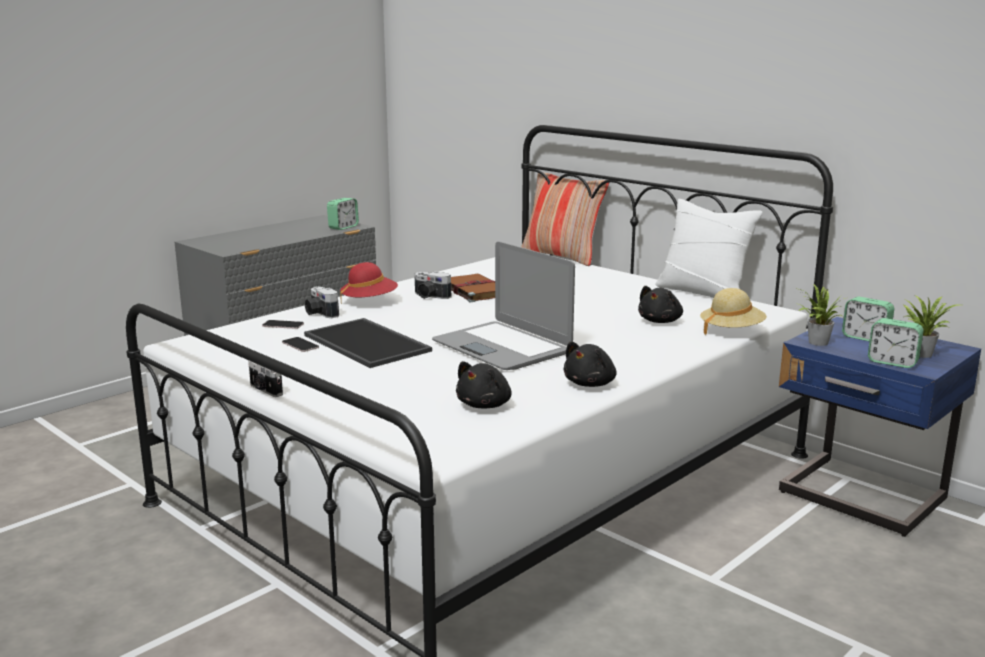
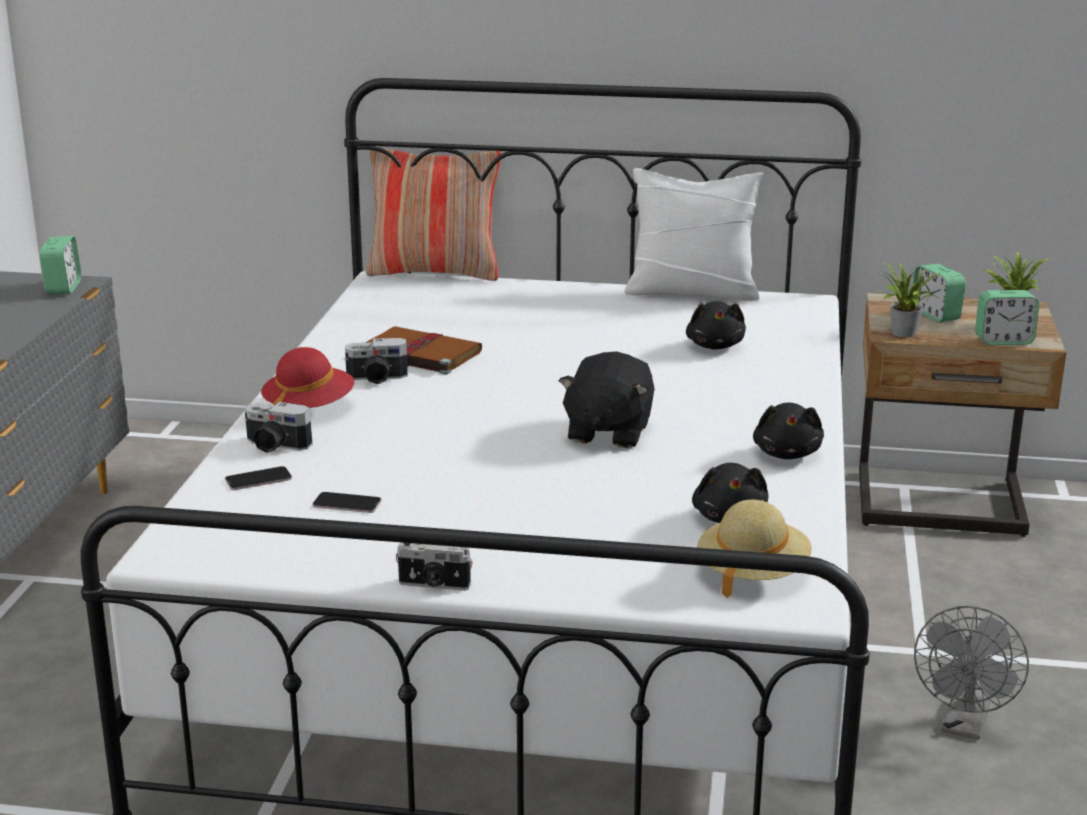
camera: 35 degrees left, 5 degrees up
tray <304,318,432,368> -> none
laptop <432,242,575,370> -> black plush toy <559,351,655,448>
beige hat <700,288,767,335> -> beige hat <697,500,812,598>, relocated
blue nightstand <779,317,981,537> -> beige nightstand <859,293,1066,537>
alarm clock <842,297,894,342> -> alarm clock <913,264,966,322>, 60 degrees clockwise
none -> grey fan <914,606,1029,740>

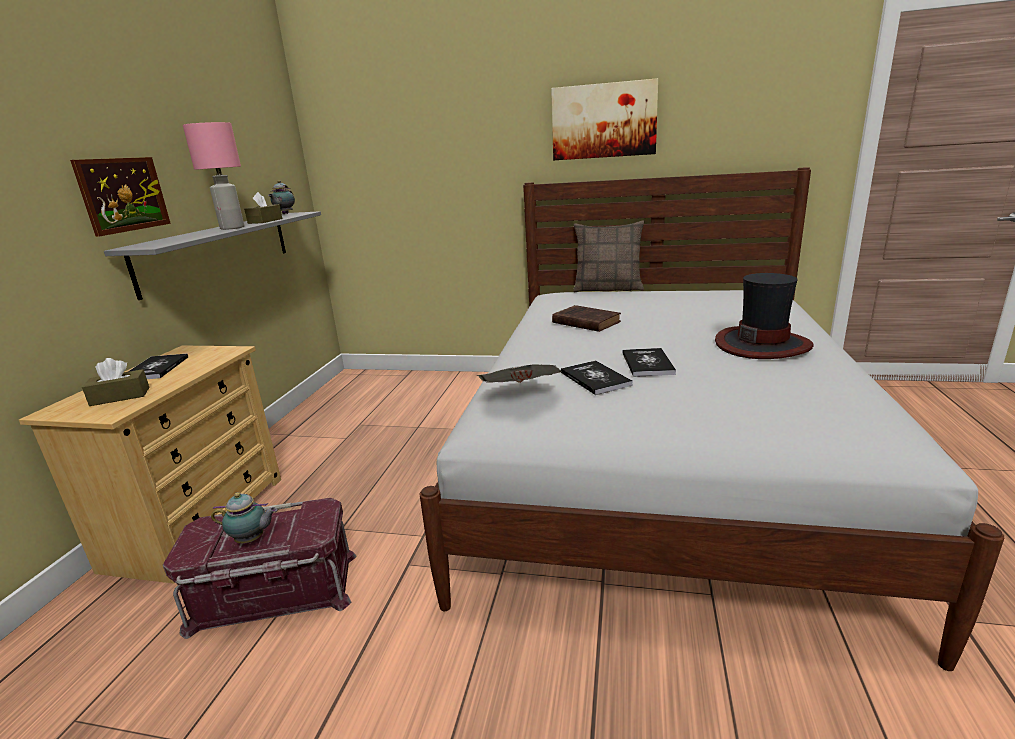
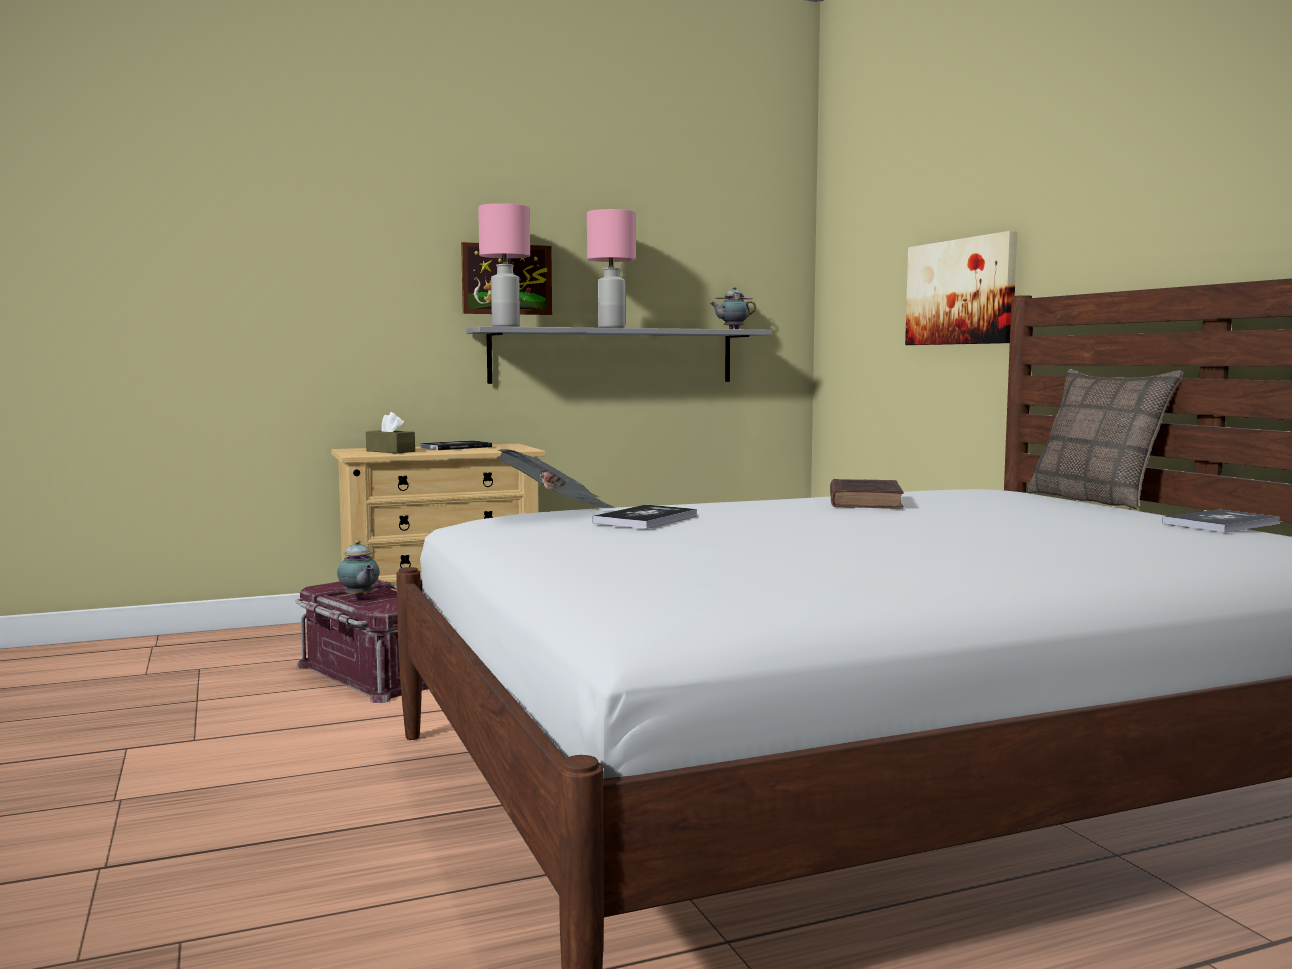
camera: 55 degrees right, 15 degrees down
brown tissue box <244,192,282,224> -> none
picture <551,78,658,160> -> picture <905,231,1017,345>, relocated
book <622,348,676,377> -> book <1162,509,1280,533>, relocated
hat <715,273,814,359> -> none
none -> pink table lamp <478,203,530,327>

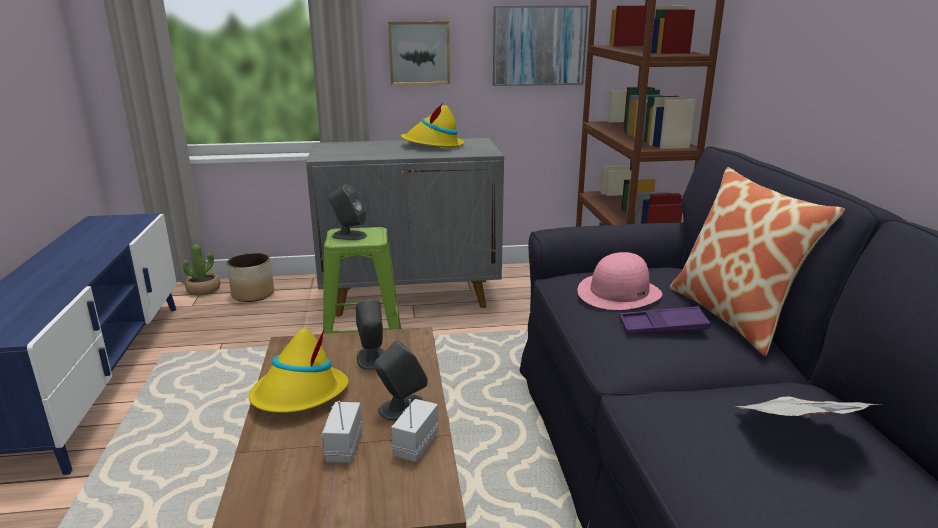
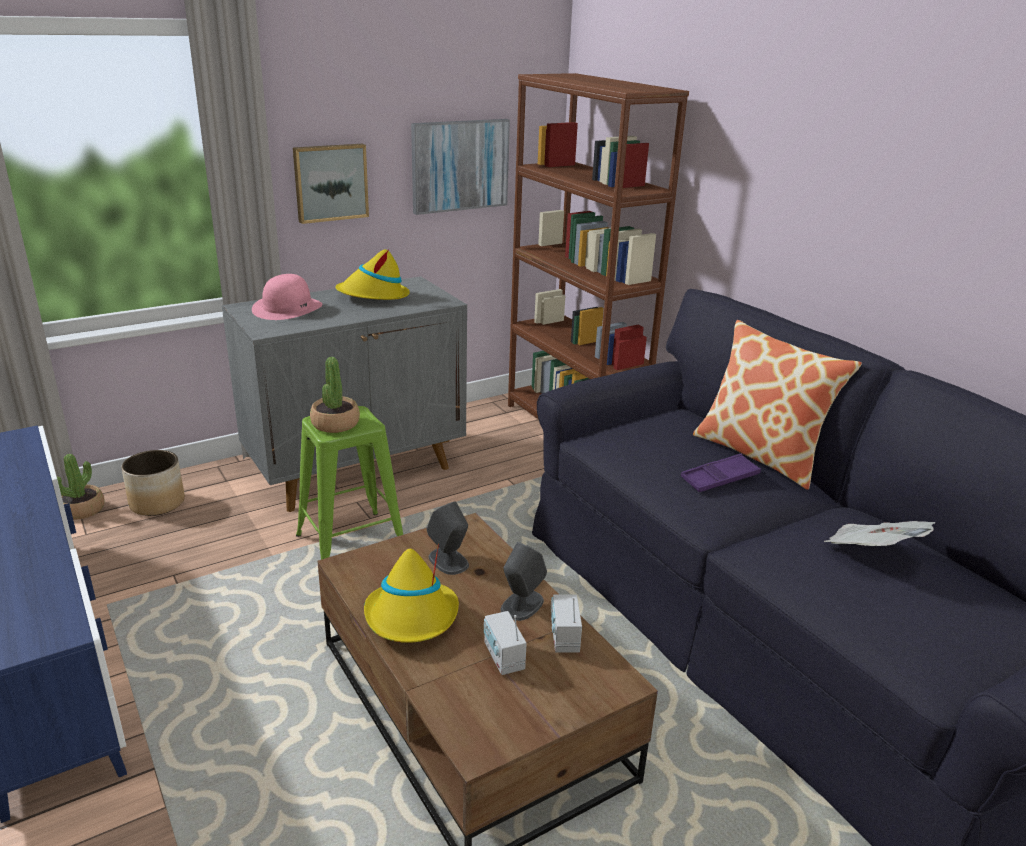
camera: 25 degrees left, 5 degrees up
grey speaker <329,185,367,240> -> potted plant <310,357,360,433>
pink hat <578,252,662,310> -> pink hat <252,274,323,320>, relocated

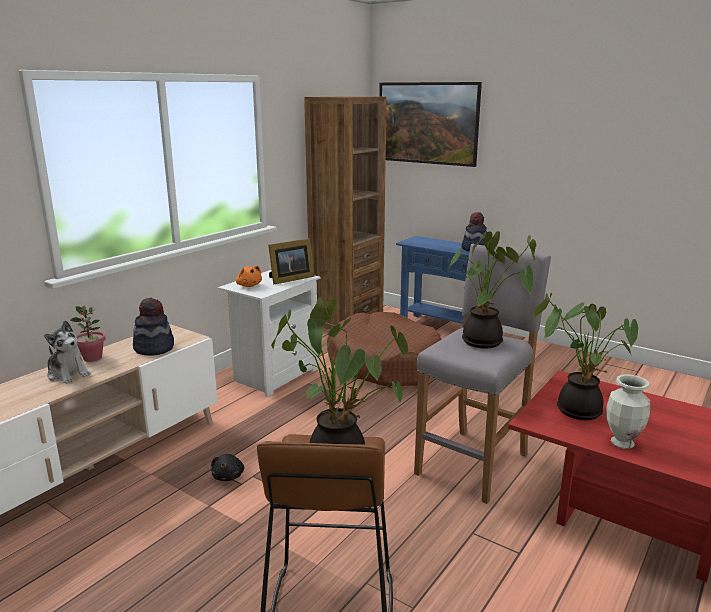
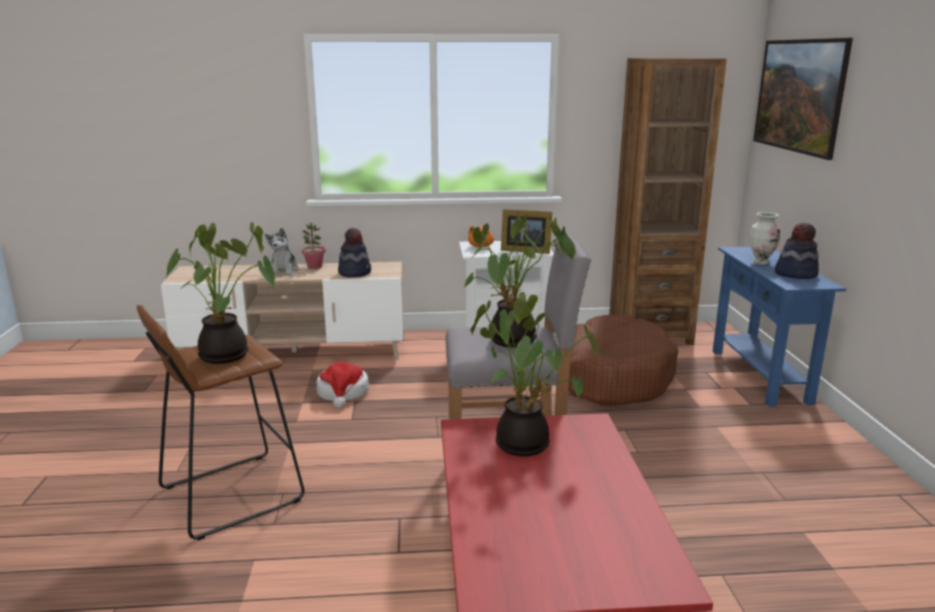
camera: 50 degrees right, 0 degrees up
black plush toy <211,454,244,481> -> hat <316,362,369,408>
vase <606,375,651,449> -> vase <750,212,780,265>, relocated

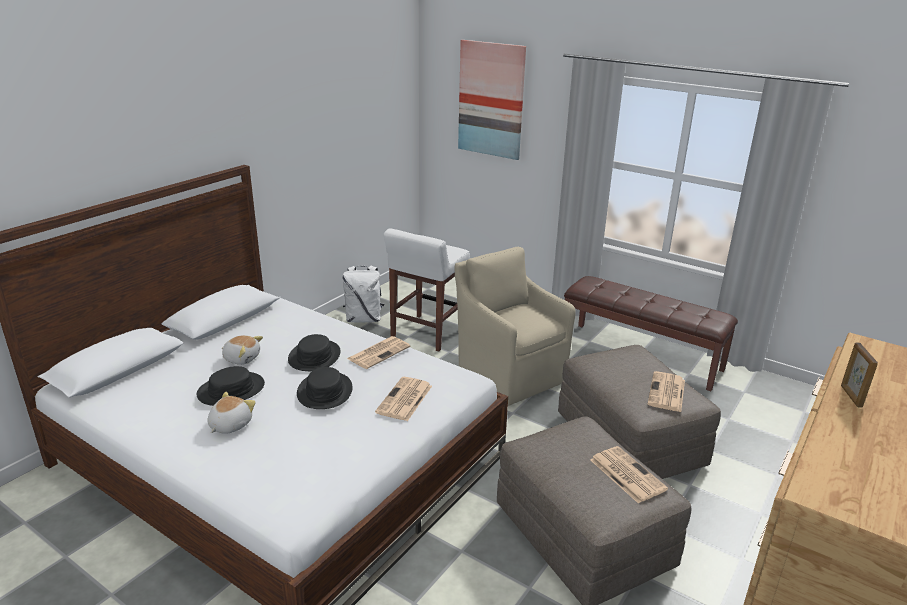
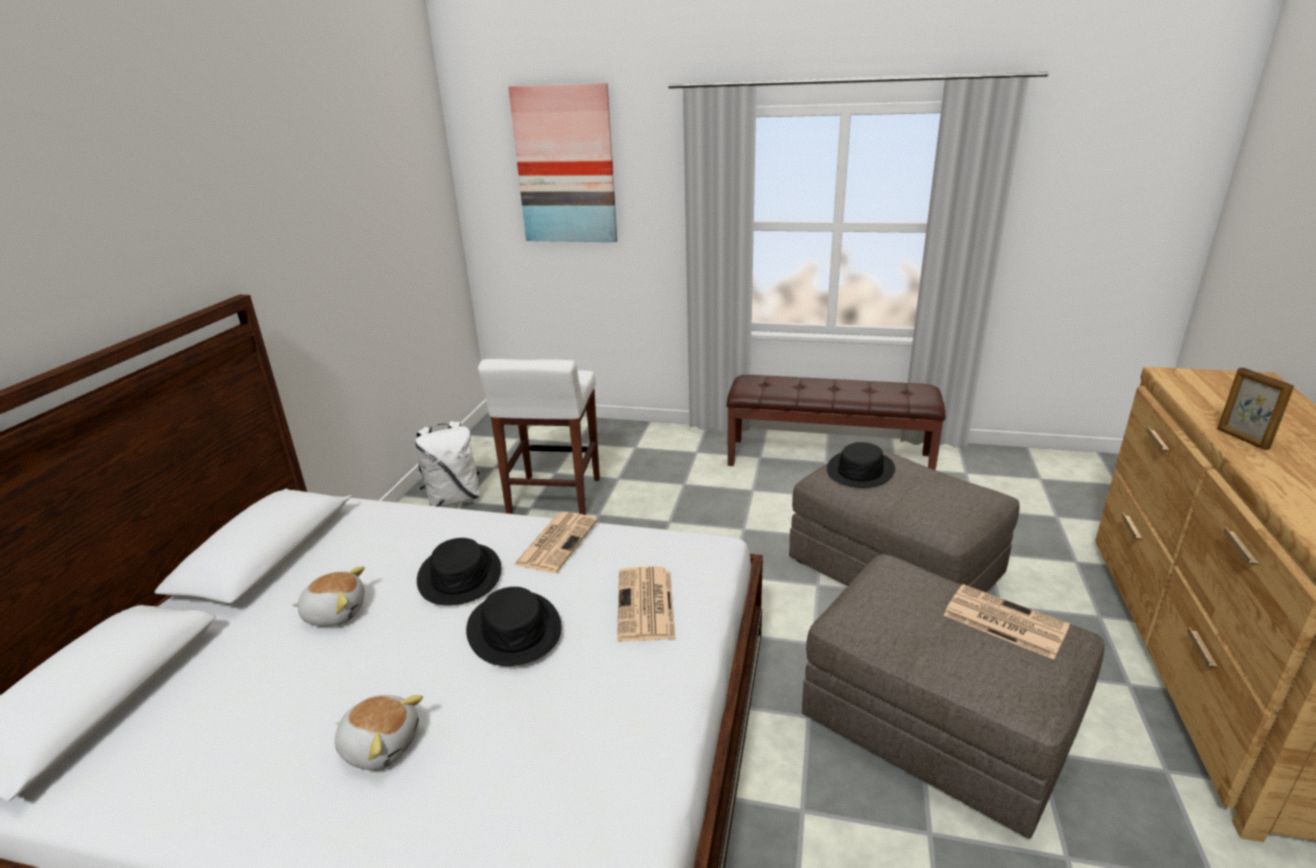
camera: 20 degrees left, 0 degrees up
black hat <197,366,265,406> -> black hat <827,442,895,488>, relocated
plush toy <208,392,256,434> -> plush toy <335,695,423,770>, 105 degrees clockwise
beige armchair <455,247,576,406> -> none
newspaper <648,371,685,412> -> none

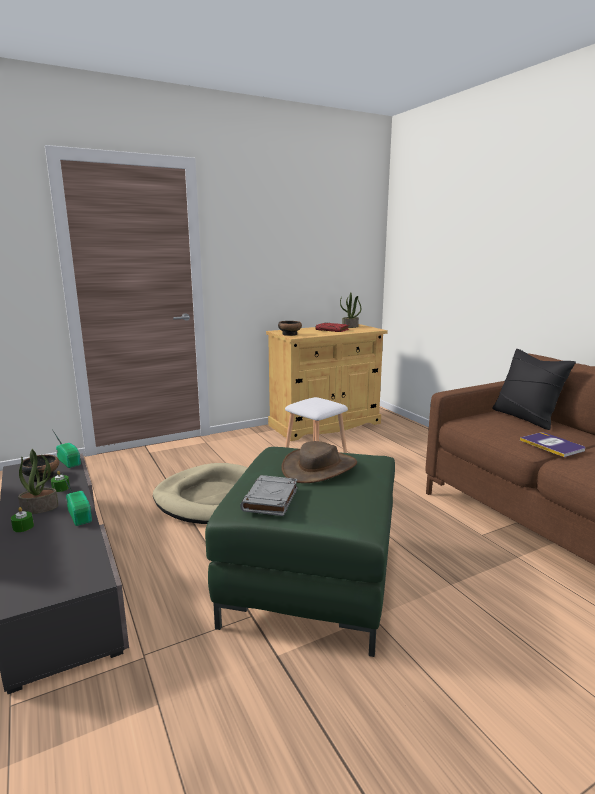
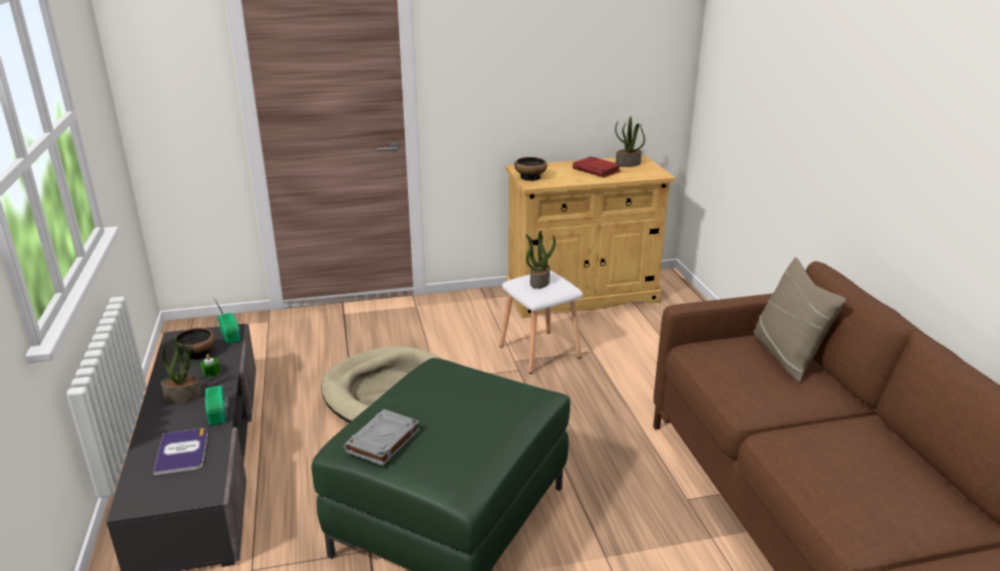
camera: 15 degrees right, 10 degrees up
green candle <11,507,34,532> -> none
brown hat <281,441,357,483> -> none
black pillow <492,349,576,430> -> beige pillow <754,257,846,383>
book <520,432,586,457> -> book <153,428,208,476>, relocated
none -> potted plant <526,231,556,289>

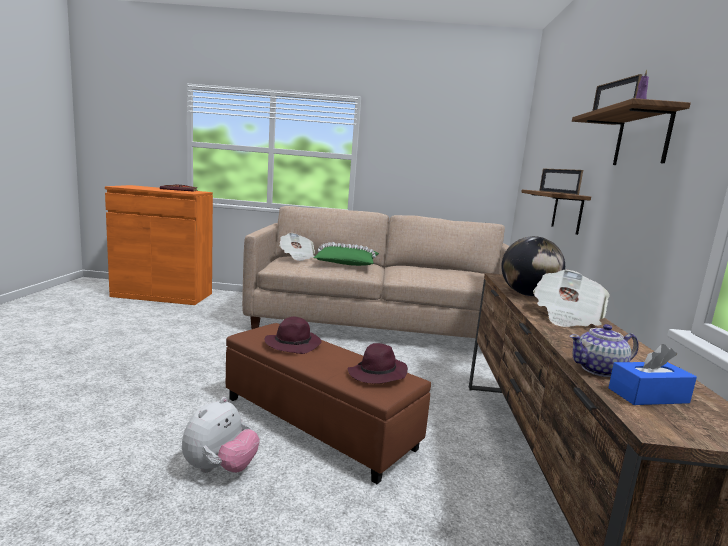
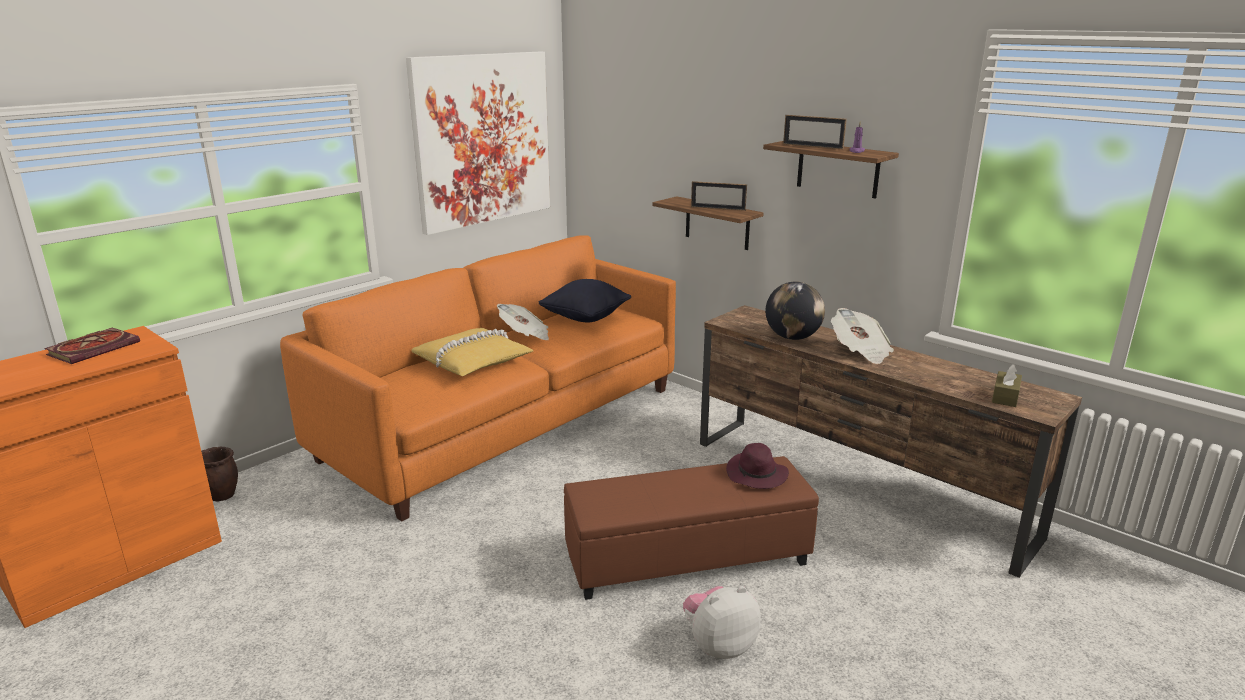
camera: 50 degrees left, 10 degrees up
plush toy <182,397,260,473> -> plush toy <683,586,761,659>, 90 degrees counterclockwise
beige sofa <242,206,510,338> -> orange sofa <280,235,676,522>
purple hat <265,317,322,354> -> none
newspaper <280,233,315,261> -> newspaper <497,304,549,340>, relocated
green pillow <313,242,379,266> -> yellow pillow <412,328,533,376>
teapot <570,324,638,377> -> none
blue tissue box <608,344,697,405> -> brown tissue box <992,365,1022,407>
none -> brown planter <201,447,238,501>
none -> picture <406,52,550,235>
none -> black pillow <538,279,631,322>

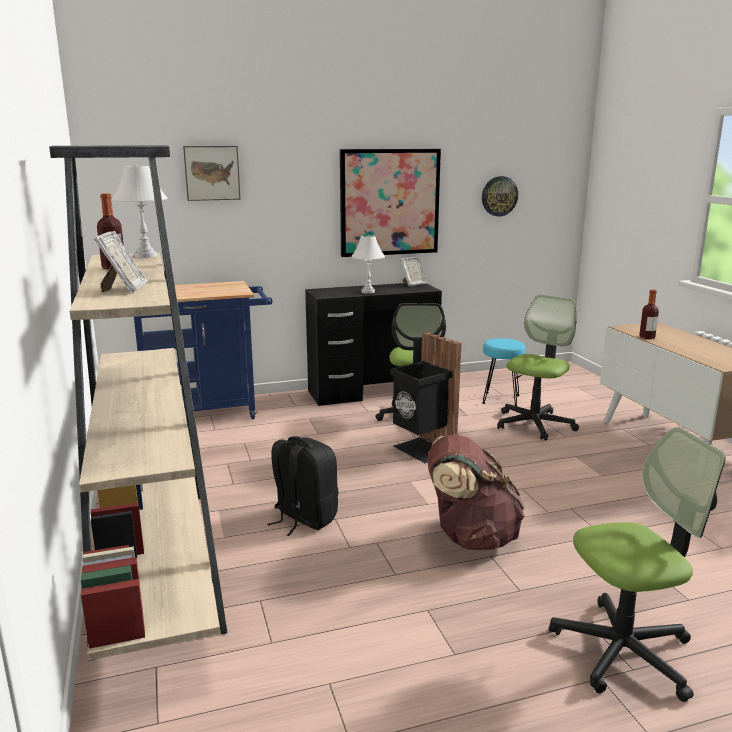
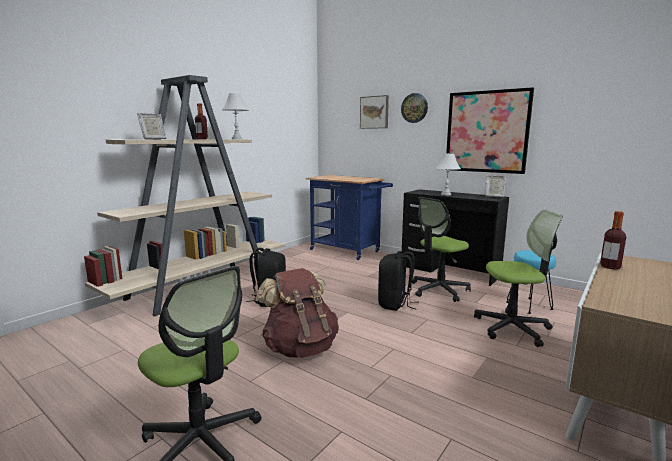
camera: 55 degrees right, 5 degrees down
black trash can <390,332,462,463> -> black backpack <378,251,419,311>
wall clock <482,176,518,216> -> wall clock <401,93,428,123>, relocated

